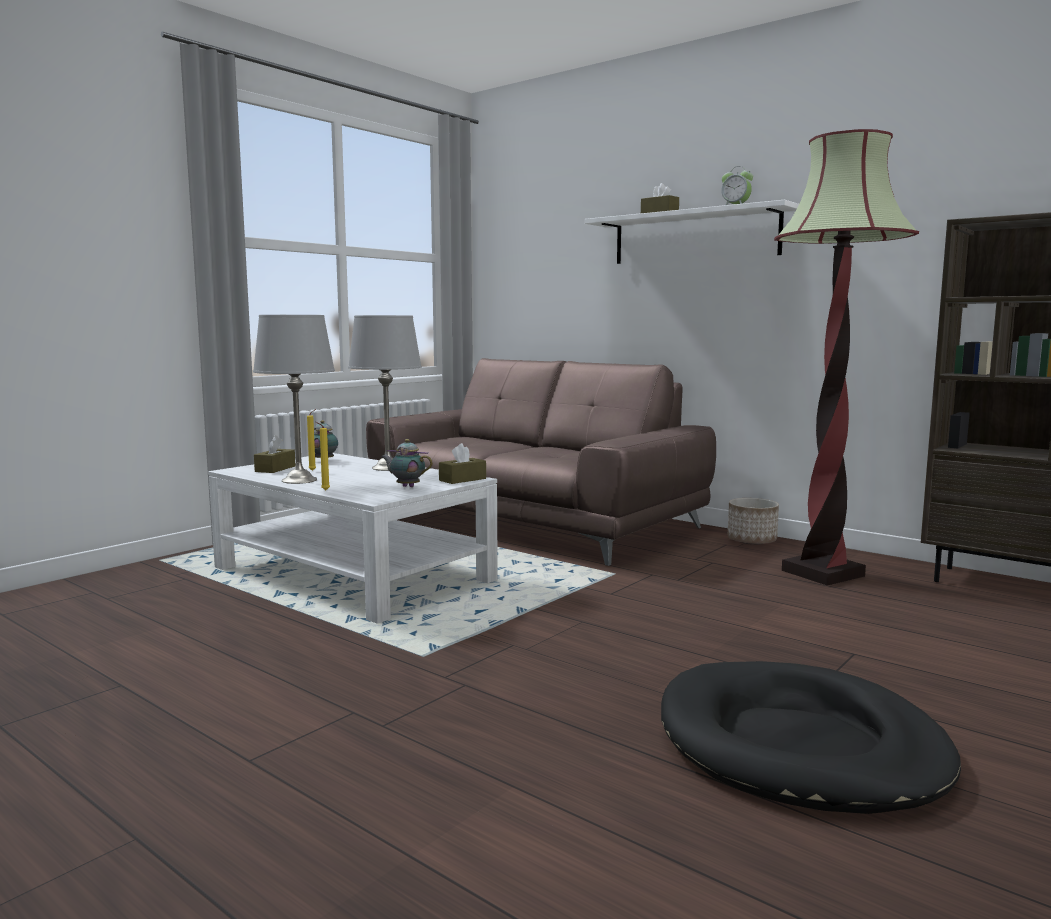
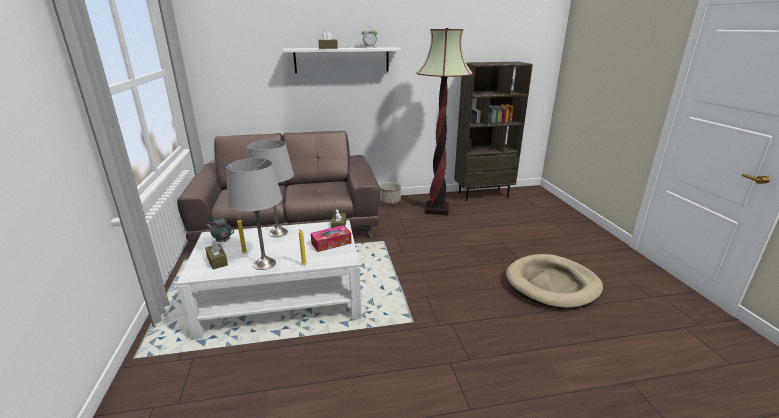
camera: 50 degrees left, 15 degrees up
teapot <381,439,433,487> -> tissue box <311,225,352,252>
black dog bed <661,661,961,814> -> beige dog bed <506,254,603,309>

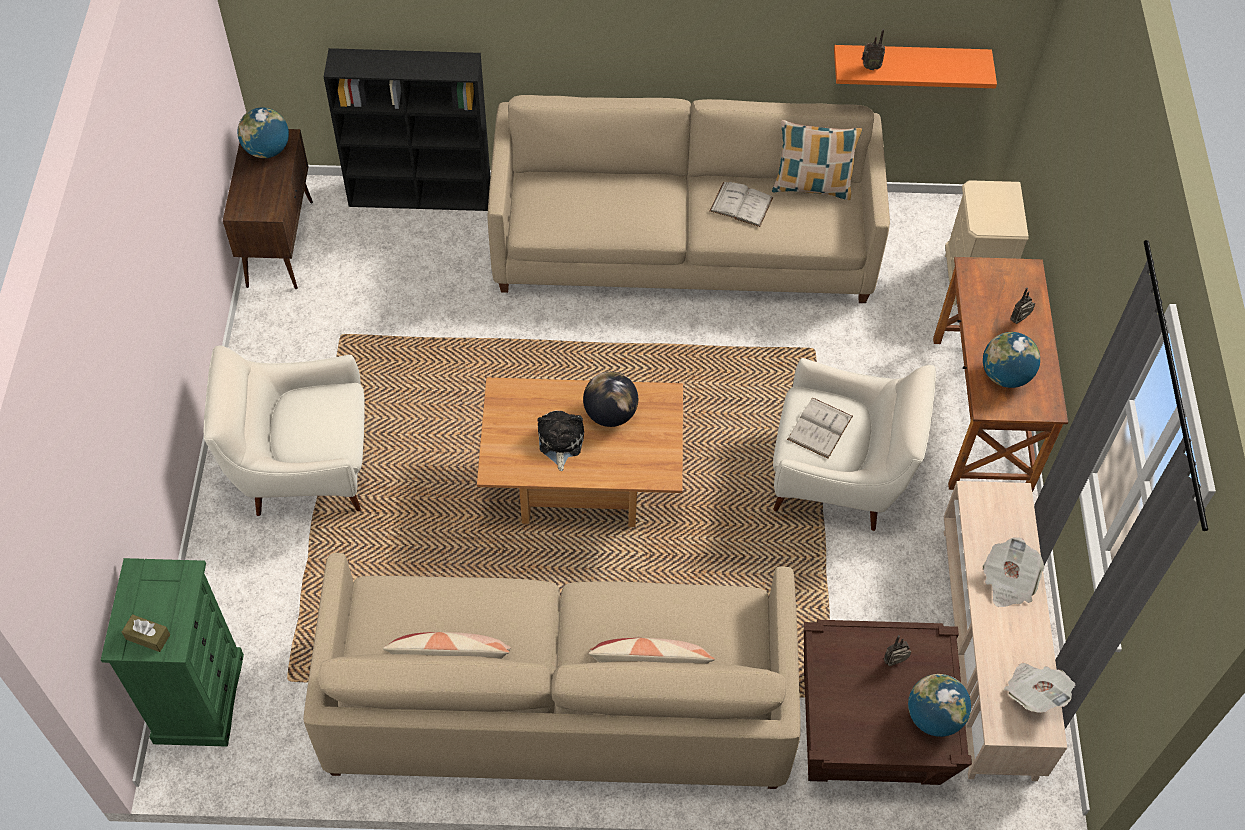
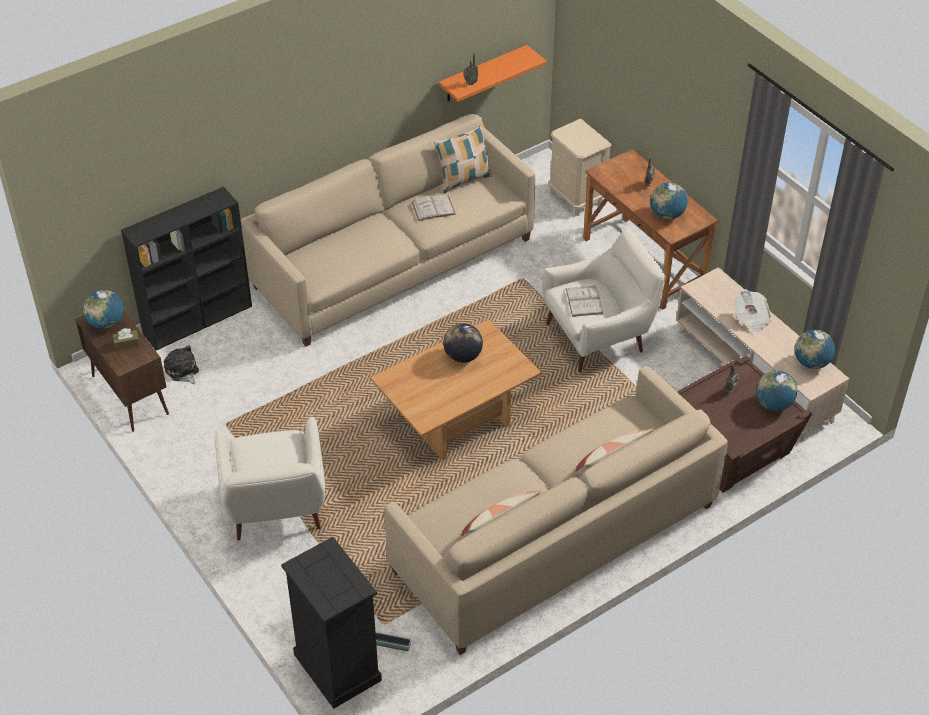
camera: 35 degrees left, 10 degrees down
green dresser <101,558,244,747> -> black dresser <281,537,382,709>
brown tissue box <122,614,170,652> -> brown tissue box <113,328,140,350>, relocated
white armchair <204,346,365,516> -> white armchair <215,417,325,540>, 60 degrees counterclockwise
plush toy <537,411,584,471> -> plush toy <164,345,199,384>, relocated
newspaper <1004,663,1075,713> -> globe <795,330,835,369>
none -> planter <376,632,411,651>

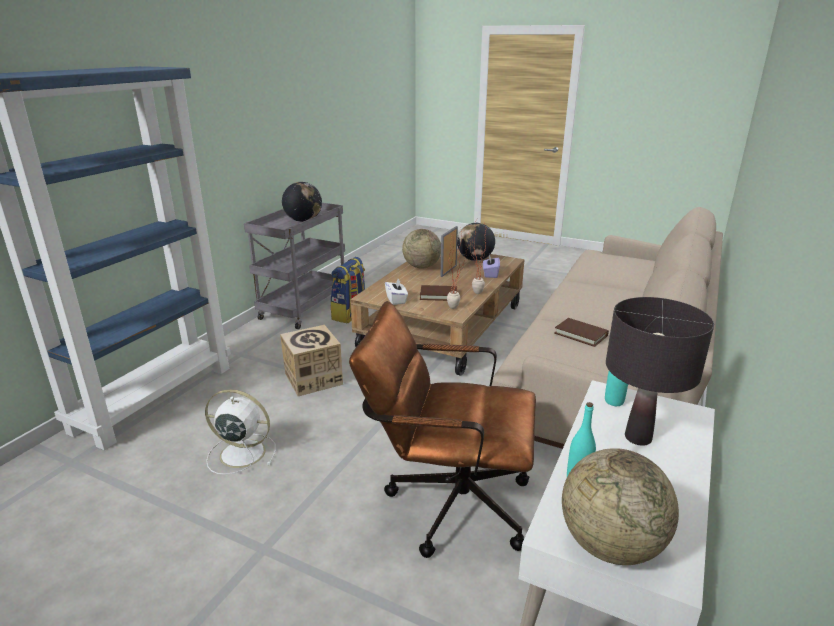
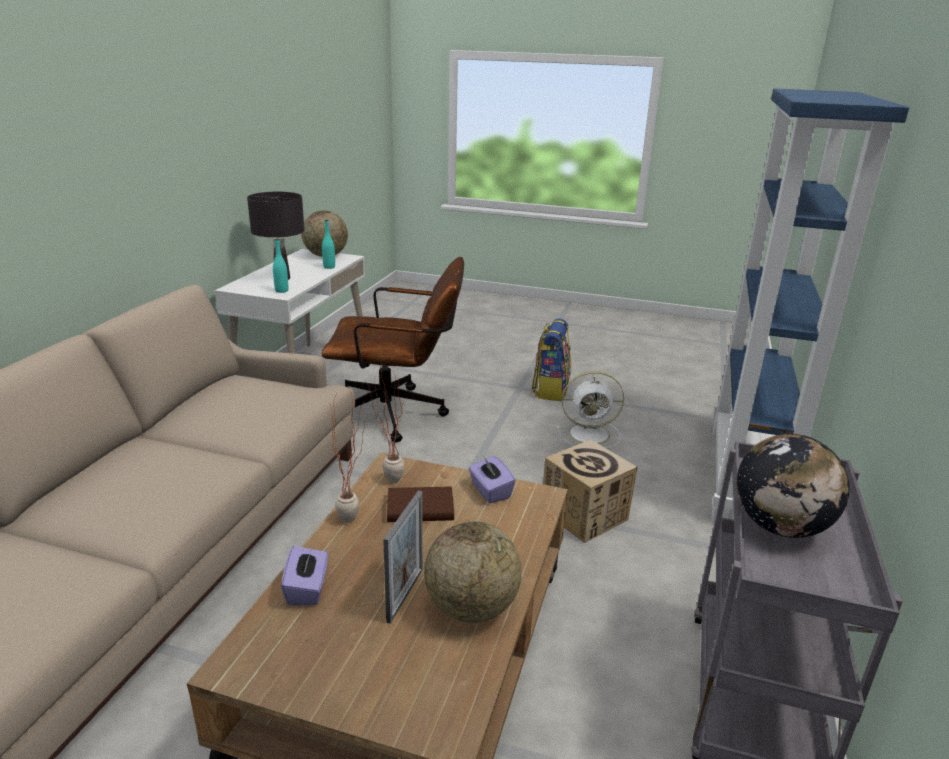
camera: 170 degrees right, 0 degrees up
backpack <331,257,365,323> -> backpack <531,318,571,401>, relocated
white tissue box <385,279,408,305> -> purple tissue box <469,456,515,503>
globe <457,223,495,261> -> none
brown book <554,318,609,347> -> none

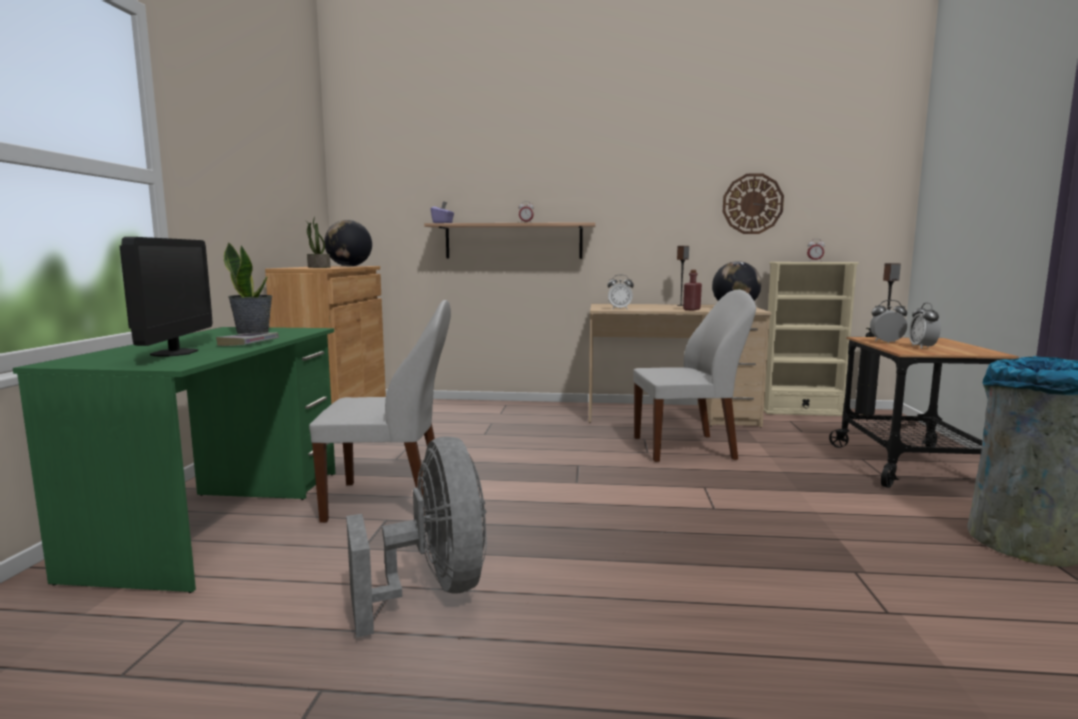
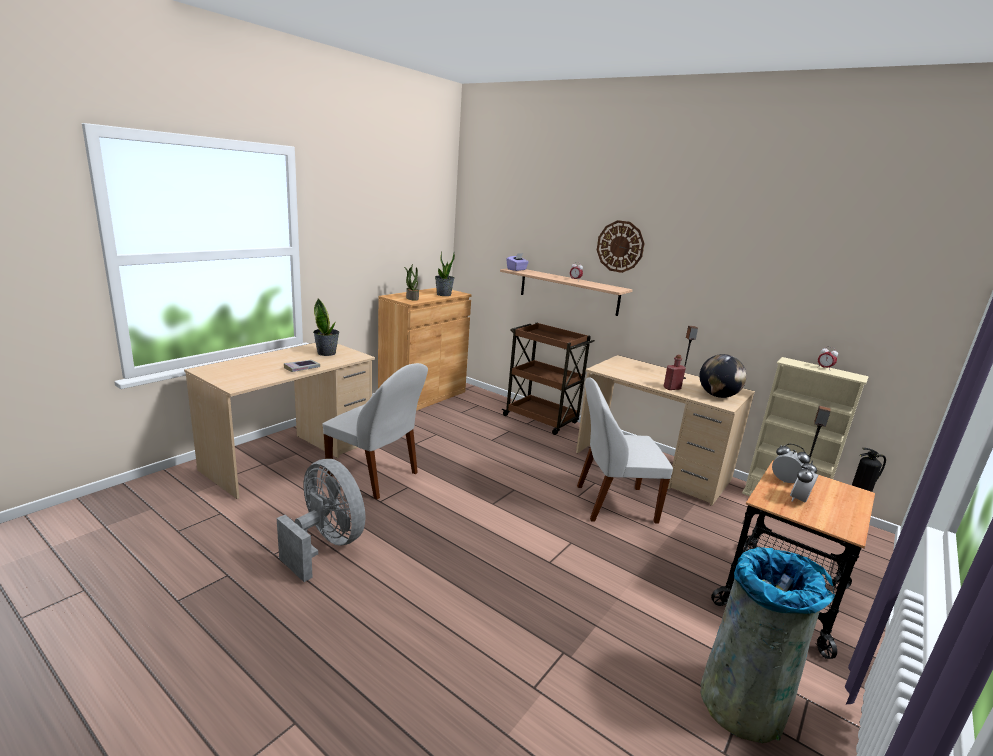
camera: 30 degrees right, 10 degrees up
green desk <13,327,335,593> -> beige desk <184,343,375,499>
monitor <120,237,212,357> -> none
globe <324,220,372,266> -> potted plant <435,251,455,296>
grey fan <346,436,487,638> -> grey fan <277,459,365,582>, 60 degrees counterclockwise
alarm clock <607,275,634,310> -> none
white chair <633,290,756,462> -> white chair <577,377,673,524>, 150 degrees clockwise
wall clock <723,173,784,234> -> wall clock <597,220,644,273>, relocated
none -> brown cart <501,323,595,435>

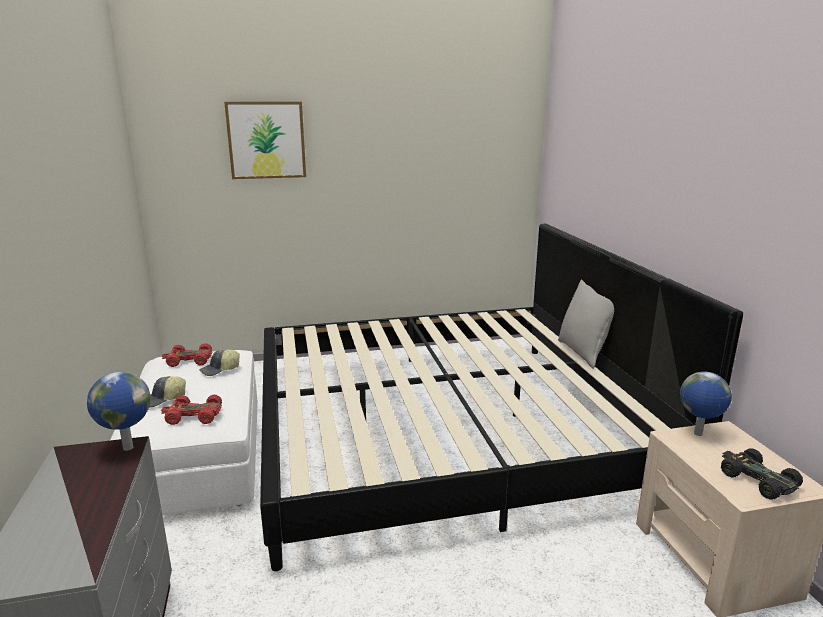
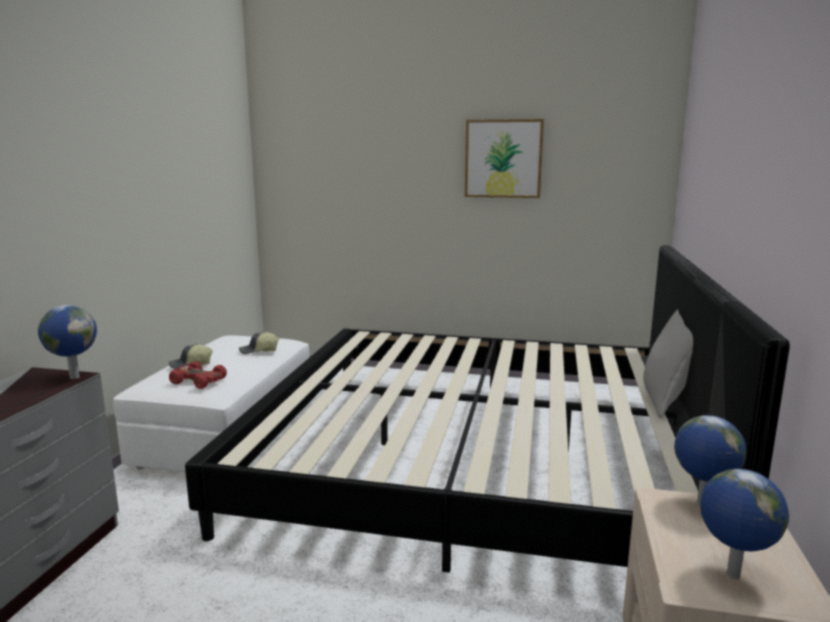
camera: 25 degrees right, 5 degrees down
red toy car <162,343,212,367> -> none
picture <224,102,306,179> -> picture <465,119,544,198>, relocated
black toy car <721,448,803,500> -> globe <700,469,789,579>

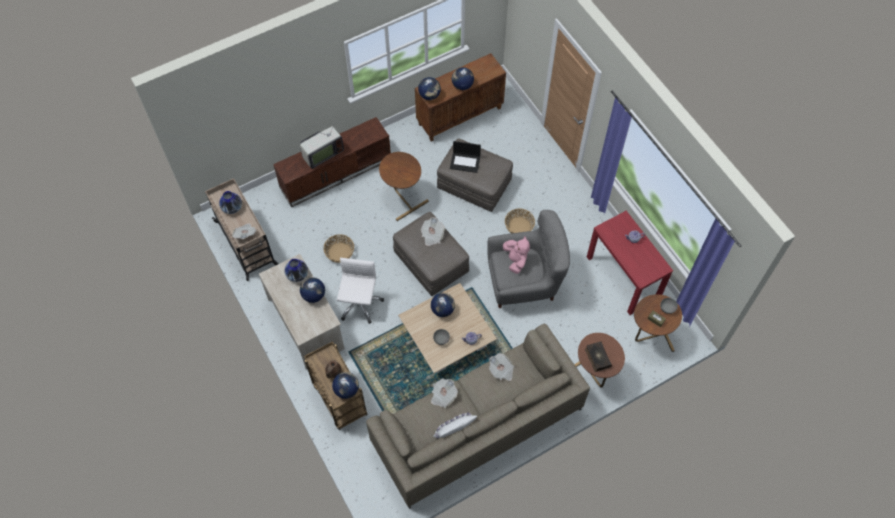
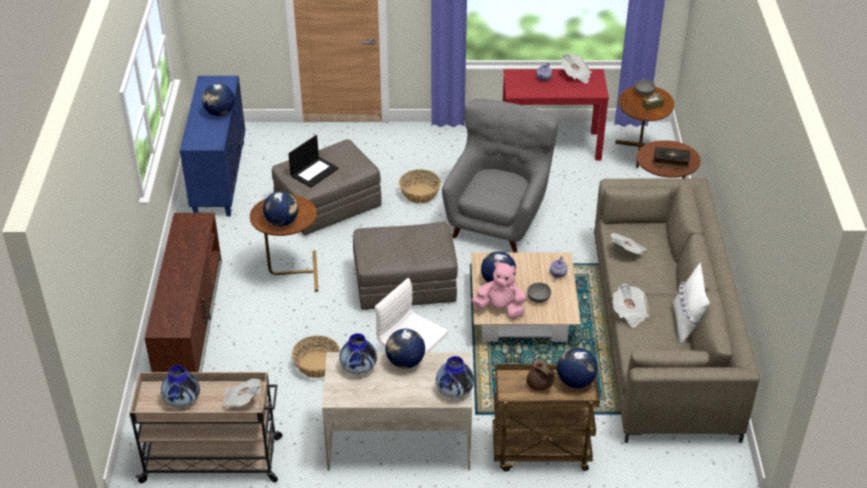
camera: 60 degrees left, 20 degrees down
television <300,118,344,169> -> none
brown cabinet <415,53,506,142> -> blue cabinet <180,76,245,216>
globe <418,77,441,100> -> globe <263,191,298,226>, relocated
newspaper <421,217,445,246> -> newspaper <561,54,592,84>, relocated
pink plush toy <503,236,530,274> -> pink plush toy <471,261,527,319>, relocated
none -> vase <436,356,474,398>

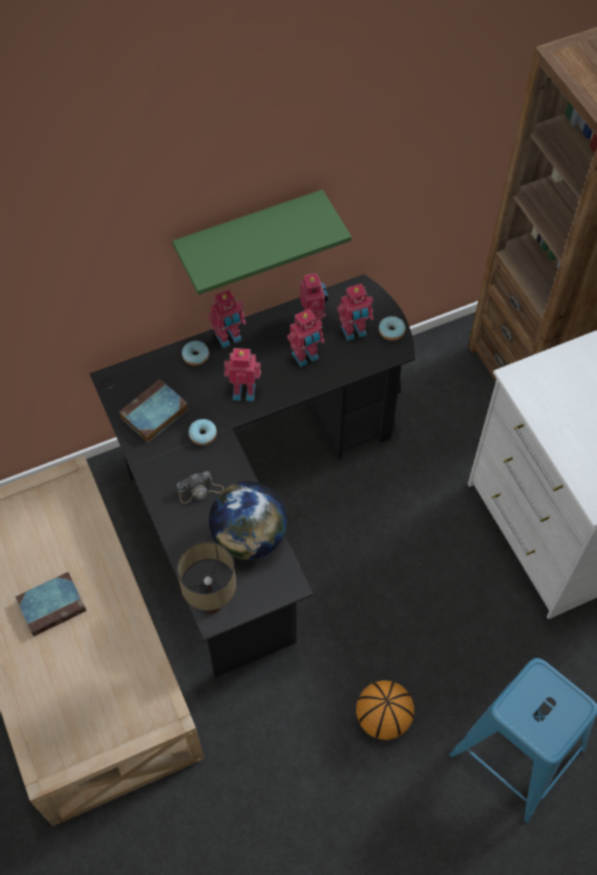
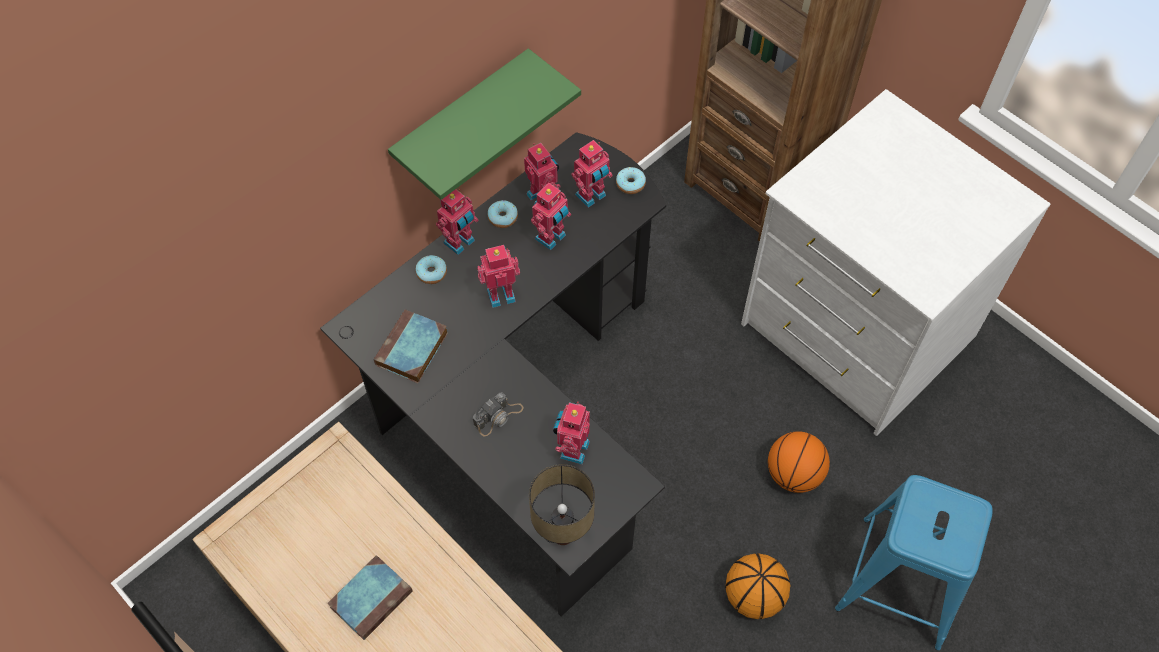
camera: 20 degrees left, 0 degrees up
donut <189,419,217,445> -> donut <487,200,518,228>, relocated
globe <209,481,287,560> -> toy robot <553,402,590,464>
none -> basketball <768,431,830,493>

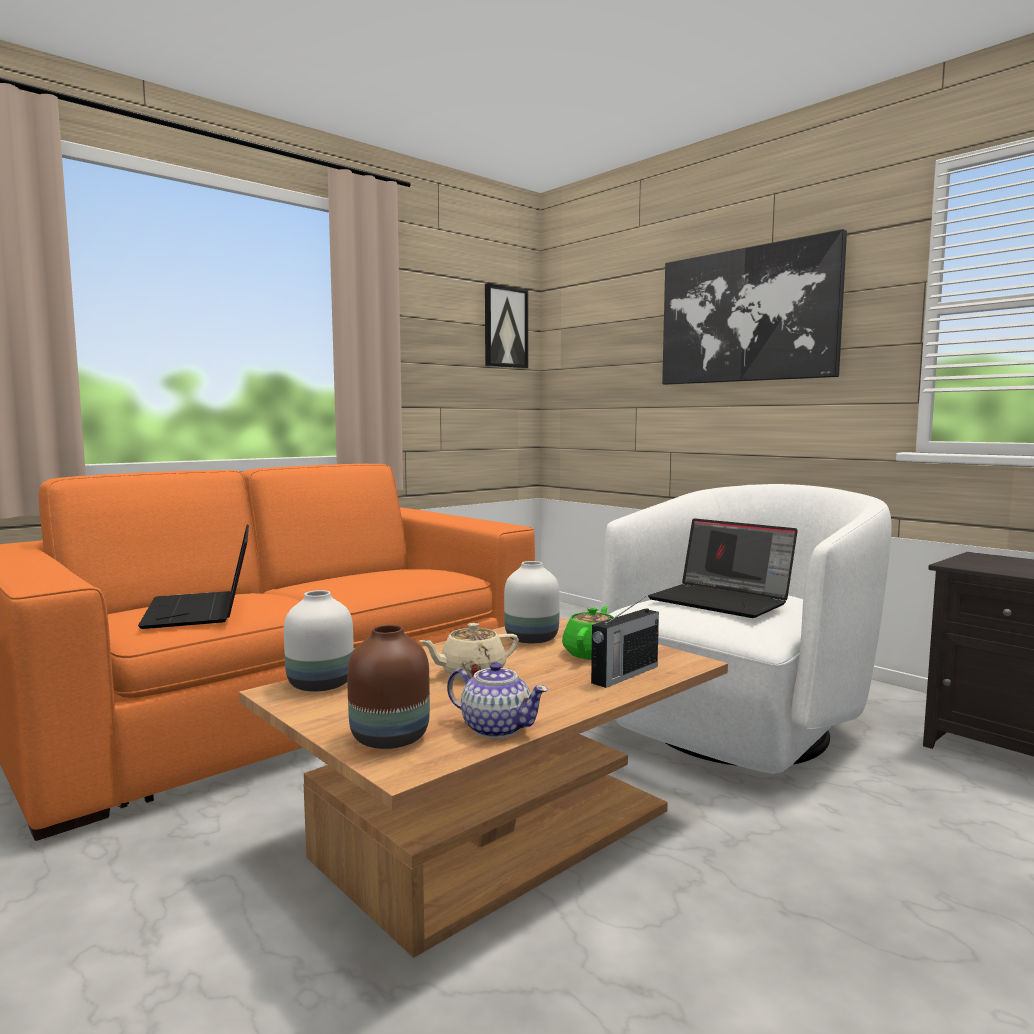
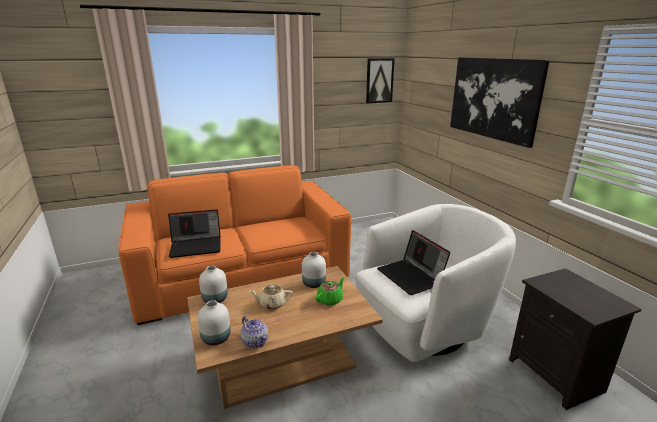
camera: 20 degrees right, 15 degrees up
laptop <138,525,249,629> -> laptop <168,209,221,258>, 105 degrees counterclockwise
brown vase <347,625,430,749> -> white vase <198,300,231,345>
radio <591,596,659,688> -> none

